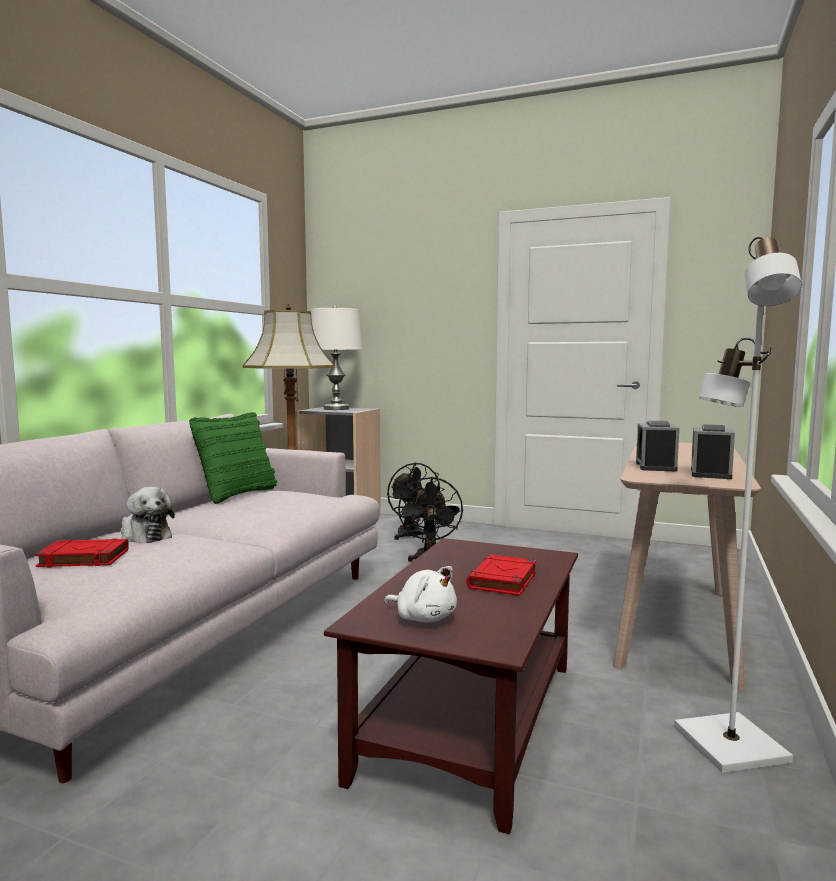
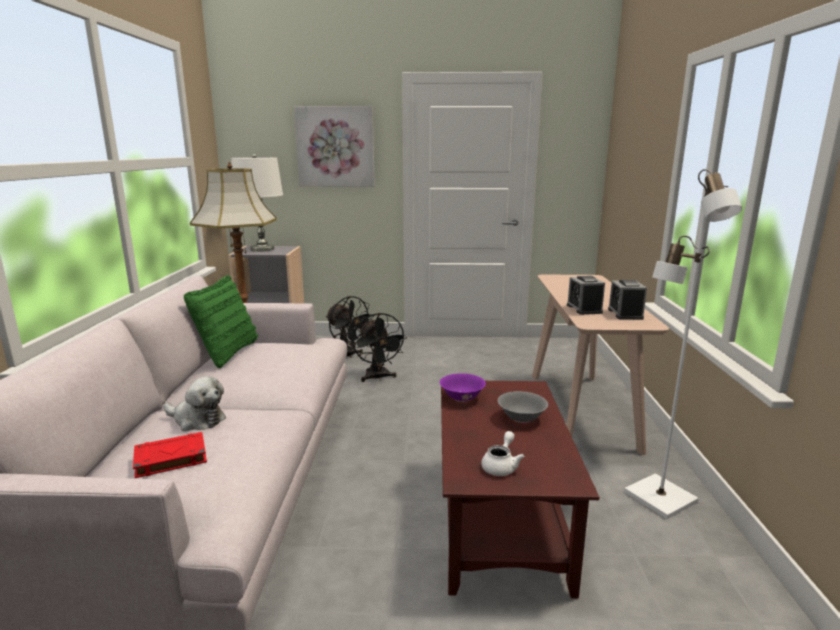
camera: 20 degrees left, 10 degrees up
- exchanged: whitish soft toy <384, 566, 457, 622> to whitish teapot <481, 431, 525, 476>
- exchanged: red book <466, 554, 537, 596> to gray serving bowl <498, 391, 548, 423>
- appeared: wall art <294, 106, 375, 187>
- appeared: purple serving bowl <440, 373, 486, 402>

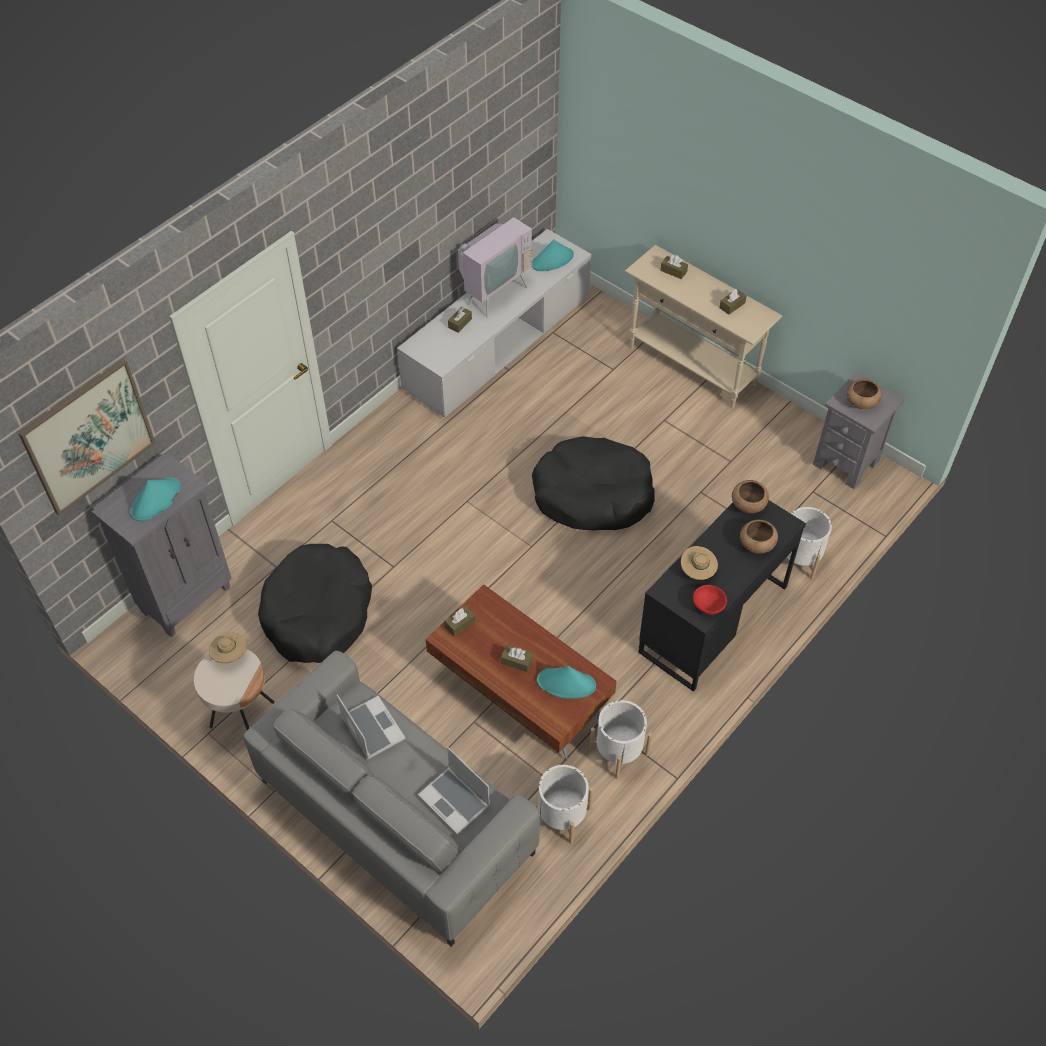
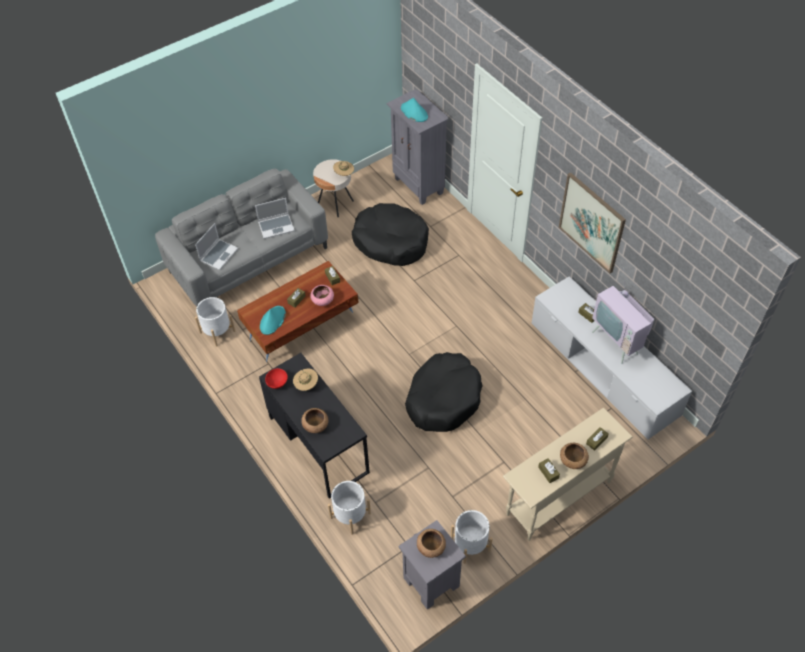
camera: 105 degrees right, 0 degrees up
- relocated: wall art <18, 359, 155, 516> to <559, 172, 626, 274>
- spun: laptop <418, 747, 490, 835> = <195, 223, 238, 270> 150 degrees clockwise
- missing: blue-green hat <532, 239, 574, 271>
- relocated: whitish planter <589, 700, 652, 779> to <451, 510, 493, 564>
- relocated: brown-coloured serving bowl <732, 480, 769, 513> to <560, 443, 589, 469>
- appeared: pink serving bowl <310, 285, 334, 306>

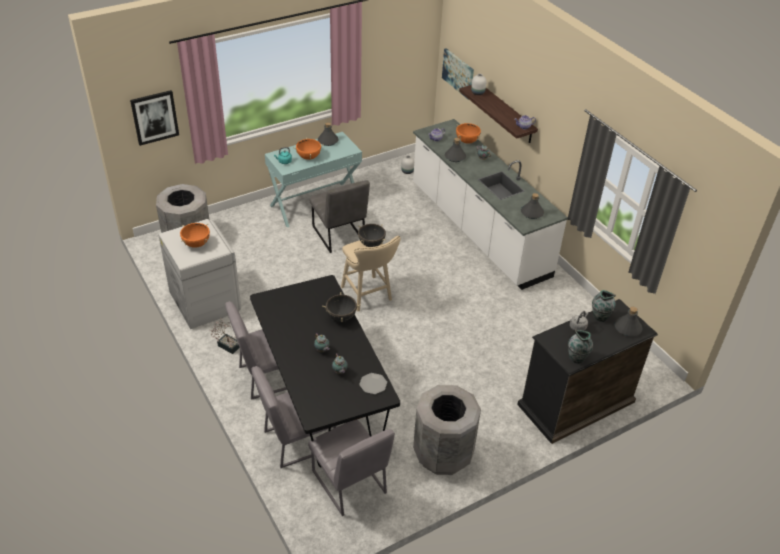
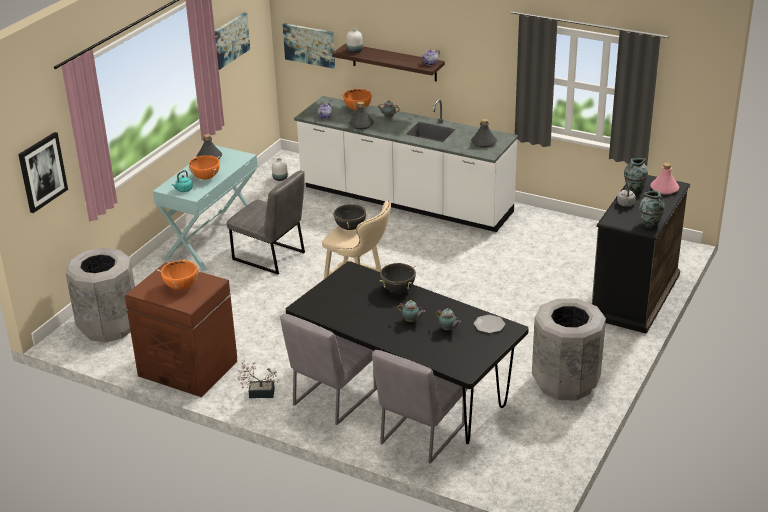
camera: 30 degrees left, 10 degrees down
- colour: whitish laundry appliance <158, 219, 241, 329> to brown-coloured laundry appliance <125, 263, 237, 397>
- missing: gray plain chair <308, 420, 395, 516>
- colour: gray drink bottle <614, 307, 642, 336> to pink drink bottle <650, 163, 679, 194>
- appeared: wall art <215, 13, 250, 70>

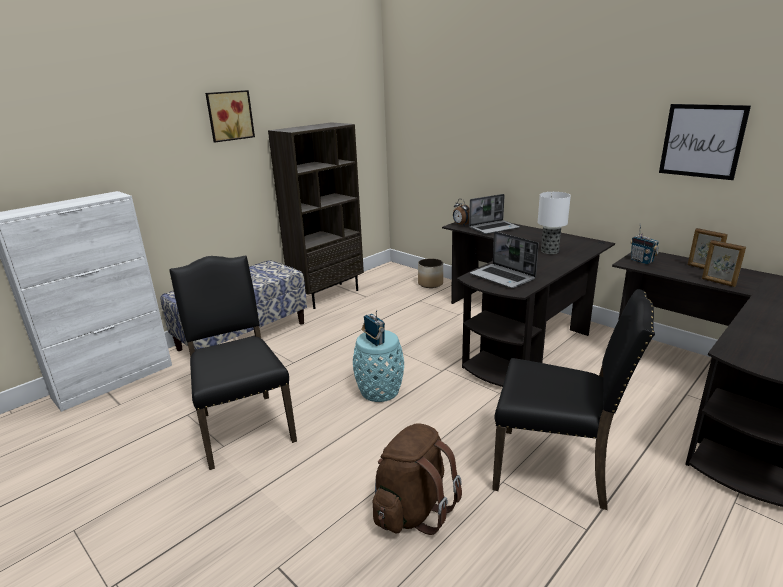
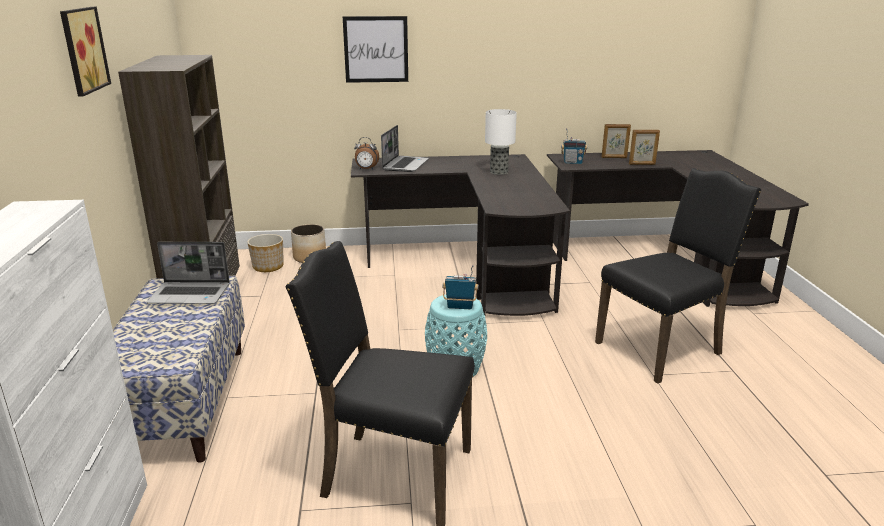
camera: 50 degrees left, 0 degrees up
- missing: brown-coloured backpack <373, 423, 462, 535>
- relocated: laptop <470, 231, 539, 288> to <147, 242, 230, 304>
- relocated: wall art <659, 104, 751, 180> to <343, 16, 408, 83>
- appeared: planter <247, 234, 284, 272>

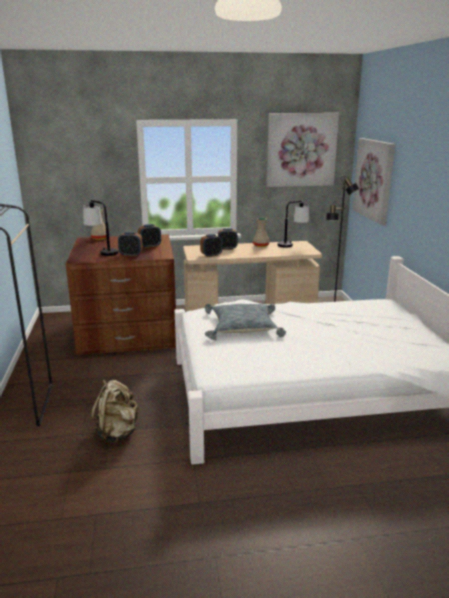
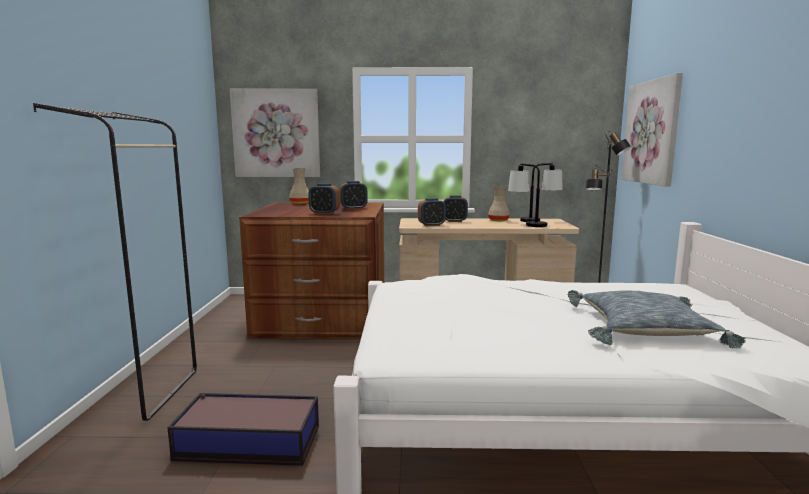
camera: 10 degrees right, 10 degrees down
- relocated: table lamp <83, 200, 118, 256> to <508, 163, 547, 227>
- exchanged: beige-coloured backpack <91, 379, 140, 443> to storage box <167, 393, 319, 466>
- relocated: throw pillow <205, 304, 286, 341> to <568, 290, 746, 349>
- relocated: wall art <266, 113, 339, 187> to <230, 89, 320, 177>

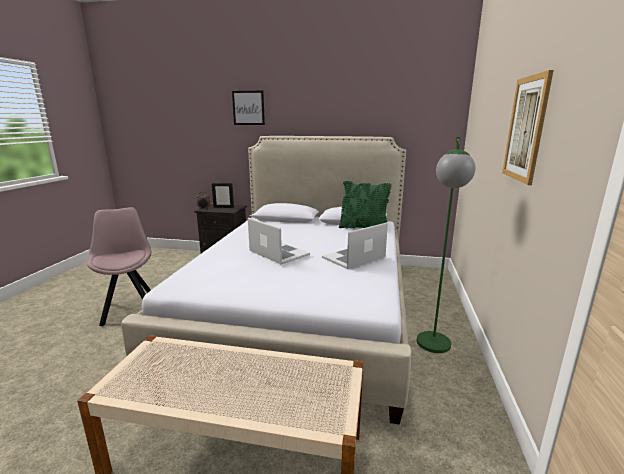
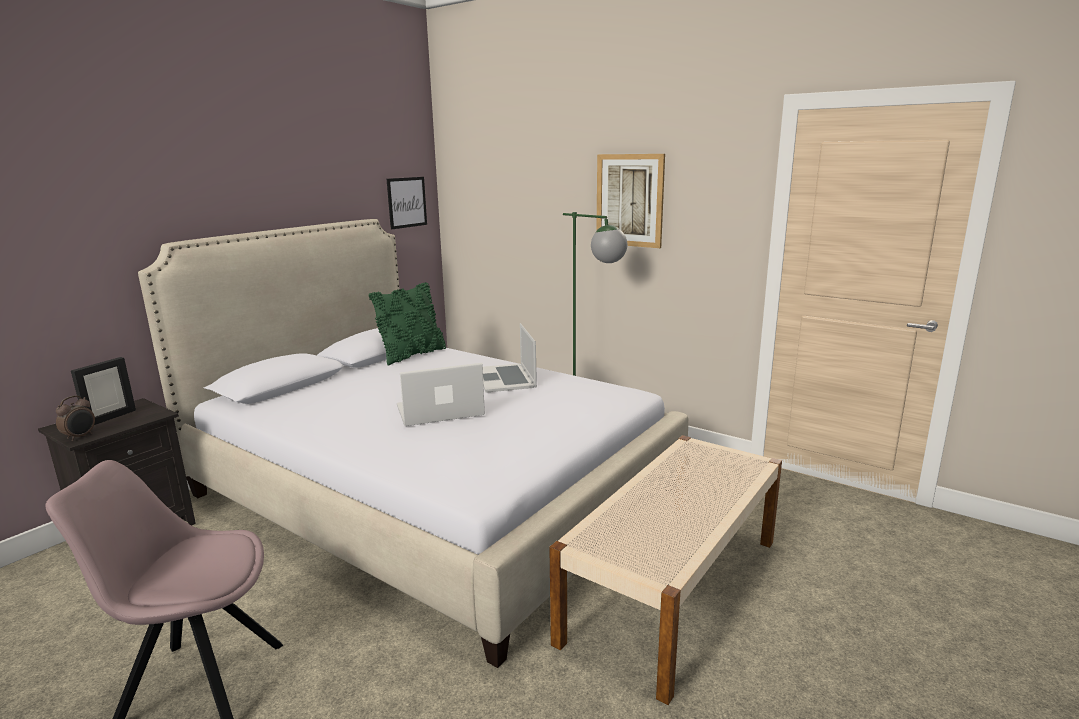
camera: 65 degrees left, 0 degrees up
- relocated: wall art <232, 91, 265, 125> to <387, 177, 427, 229>

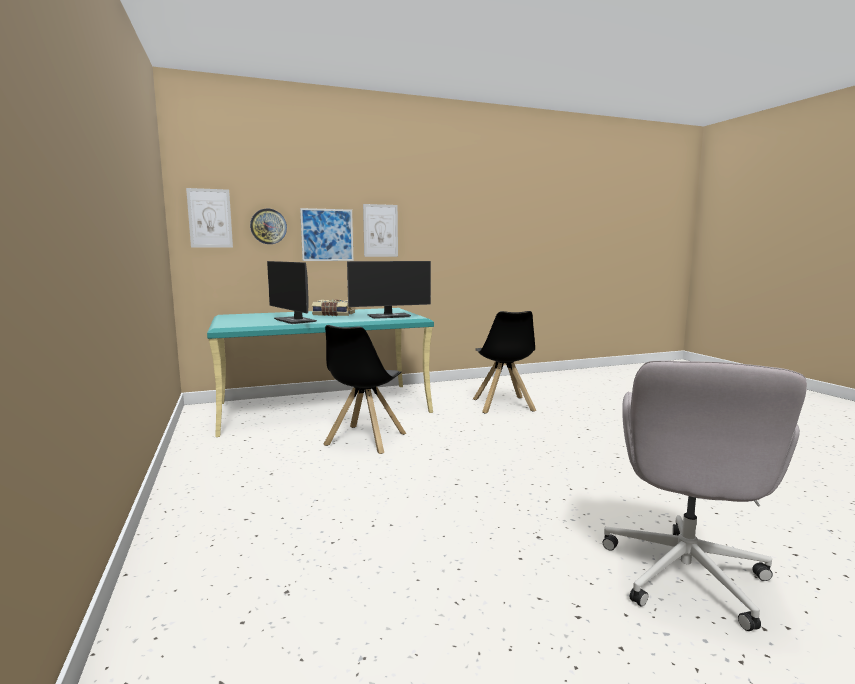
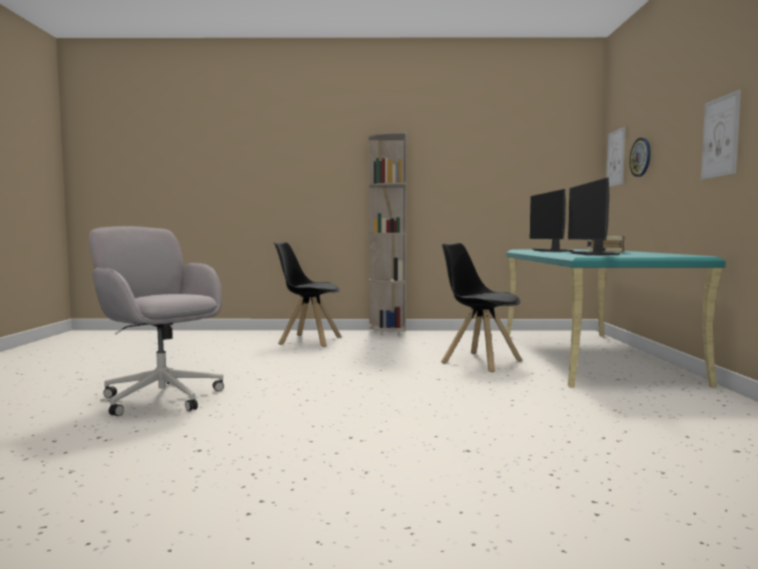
camera: 110 degrees right, 5 degrees down
- spun: monitor <267, 261, 317, 324> = <530, 189, 574, 252> 75 degrees counterclockwise
- missing: wall art <300, 208, 353, 261>
- relocated: black-coloured plain chair <473, 311, 536, 413> to <274, 242, 342, 347>
- appeared: beige-coloured bookshelf <369, 132, 407, 336>

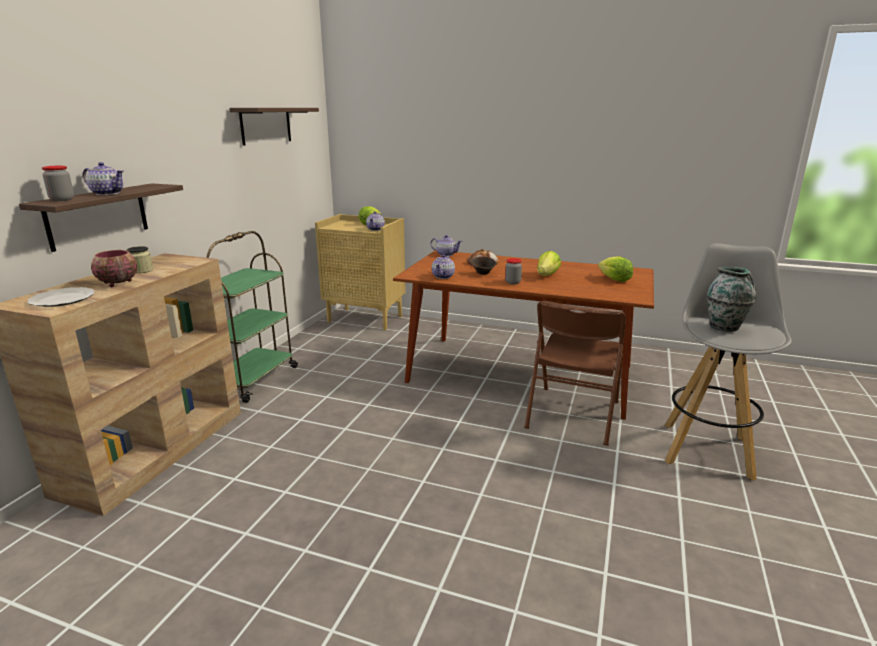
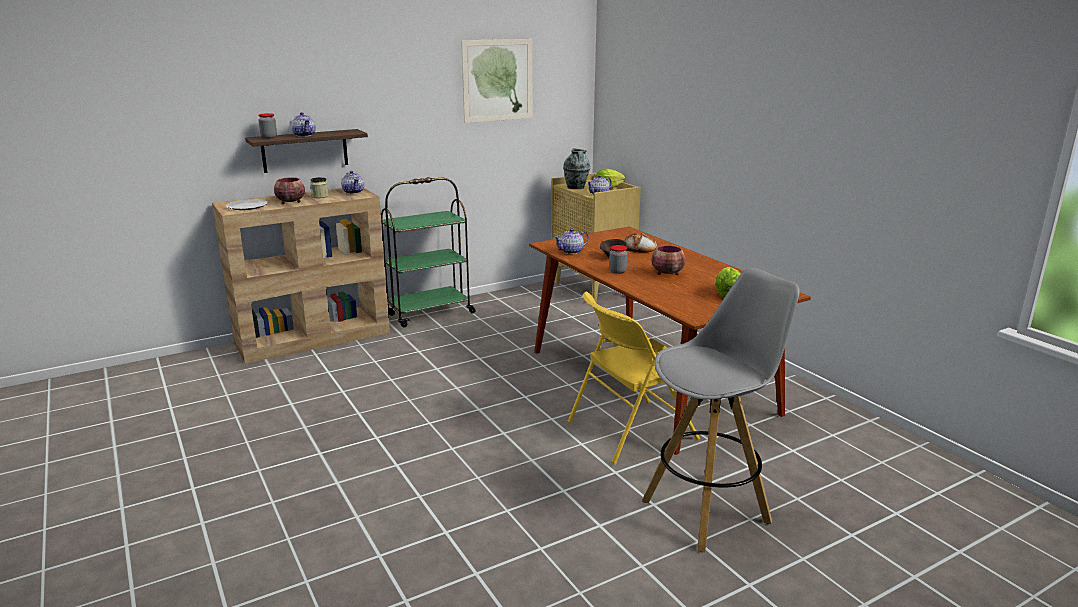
camera: 40 degrees right, 0 degrees up
- exchanged: shelf <229, 108, 319, 146> to wall art <461, 39, 533, 123>
- relocated: teapot <430, 235, 462, 256> to <341, 171, 364, 194>
- colour: brown-coloured plain chair <524, 301, 626, 446> to yellow plain chair <568, 291, 700, 465>
- exchanged: head of lettuce <537, 251, 561, 276> to serving bowl <652, 245, 686, 275>
- relocated: decorative vase <707, 267, 756, 332> to <563, 148, 590, 189>

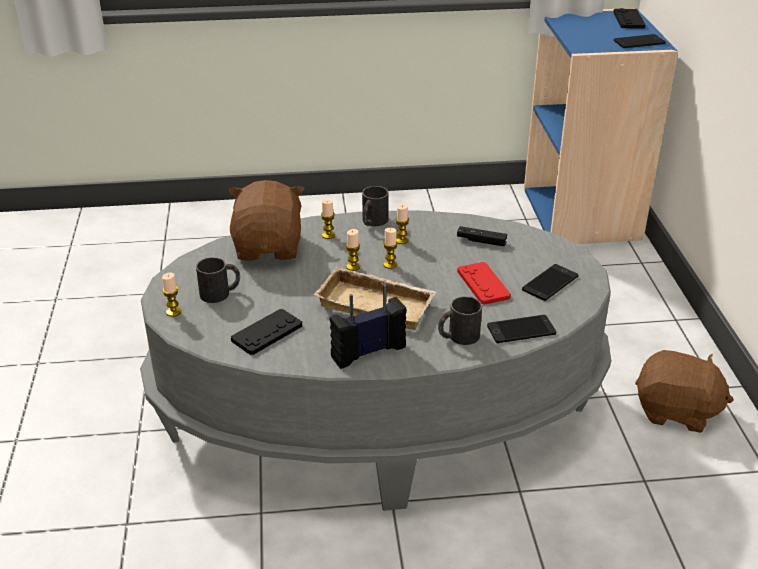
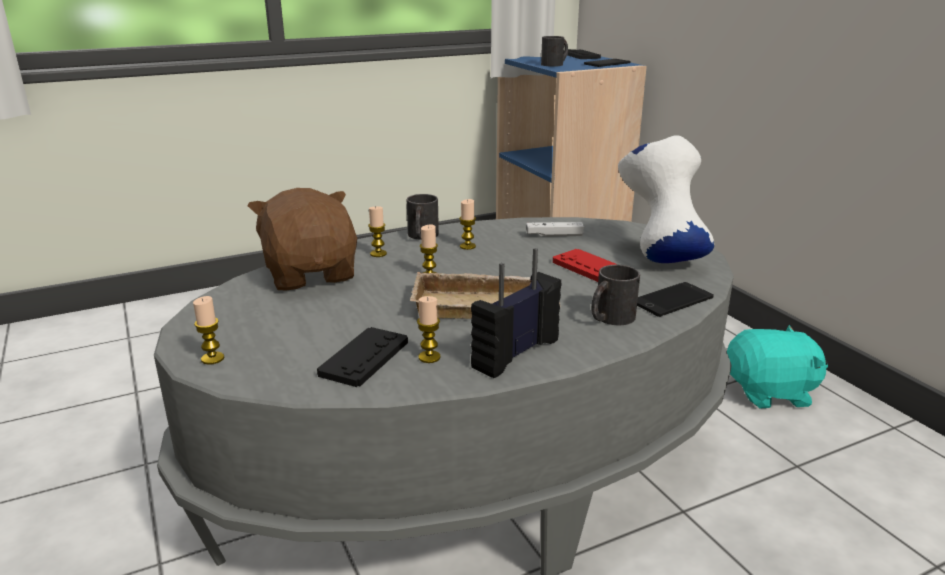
camera: 20 degrees left, 10 degrees down
- relocated: black-coloured mug <196, 257, 240, 303> to <541, 36, 568, 67>
- relocated: wax light <383, 228, 398, 269> to <417, 296, 441, 363>
- colour: black-coloured joypad <457, 226, 507, 246> to whitish joypad <526, 222, 584, 237>
- exchanged: phone <522, 264, 579, 301> to whitish decorative vase <618, 135, 714, 263>
- colour: brown-coloured soft toy <635, 350, 734, 433> to blue-green soft toy <727, 325, 828, 408>

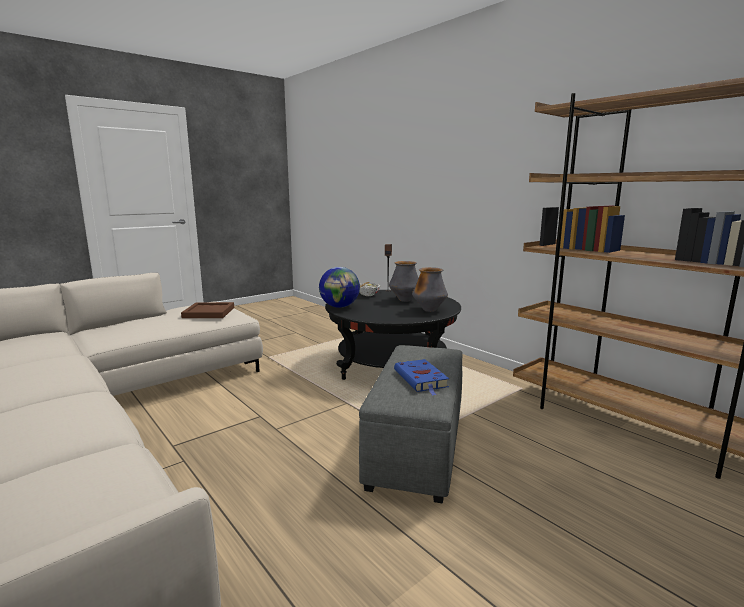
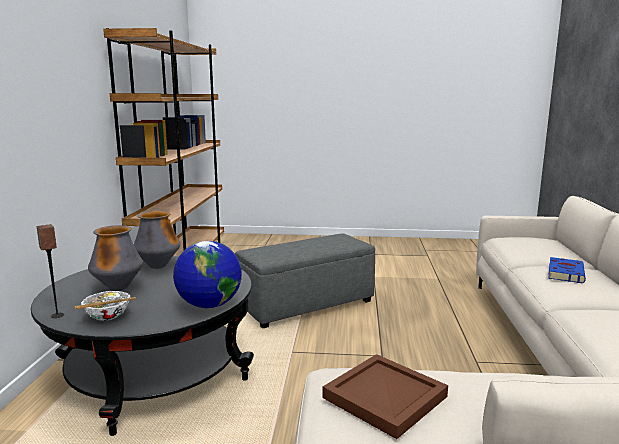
camera: 135 degrees left, 0 degrees up
- relocated: bluish book <394, 359, 449, 395> to <548, 257, 586, 283>

